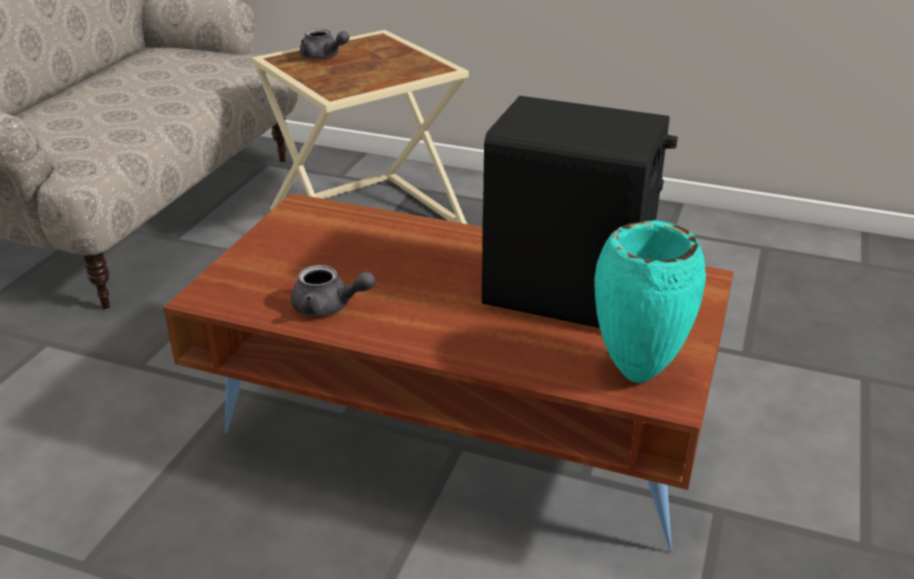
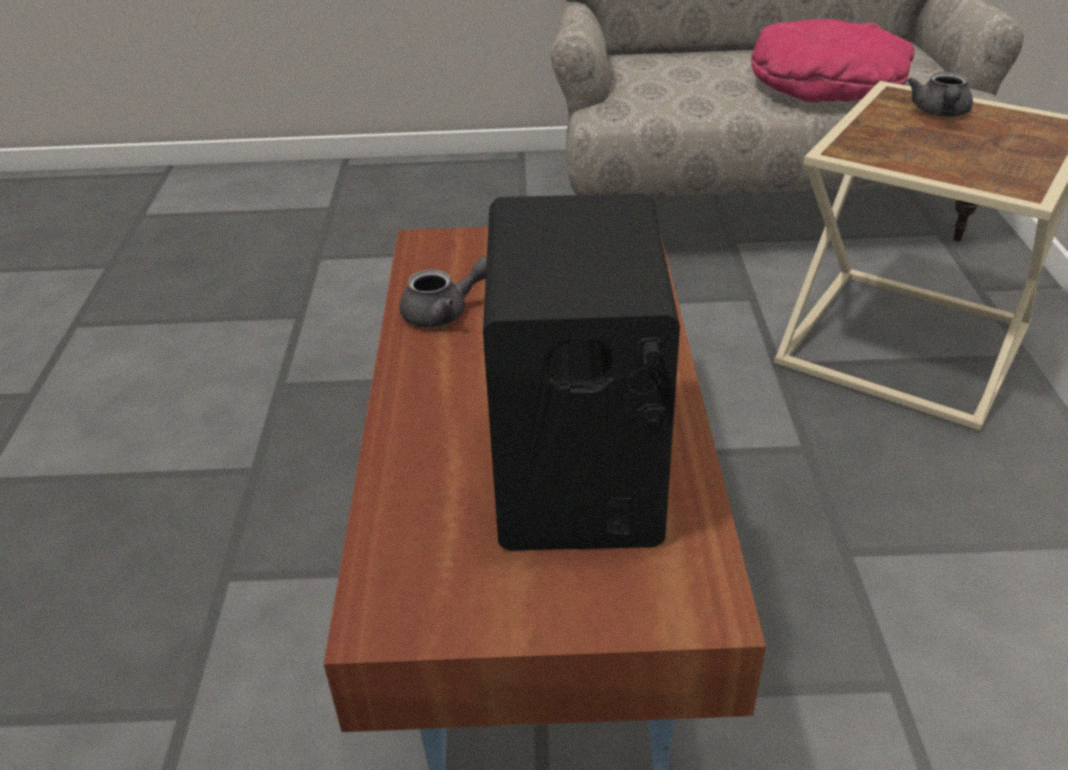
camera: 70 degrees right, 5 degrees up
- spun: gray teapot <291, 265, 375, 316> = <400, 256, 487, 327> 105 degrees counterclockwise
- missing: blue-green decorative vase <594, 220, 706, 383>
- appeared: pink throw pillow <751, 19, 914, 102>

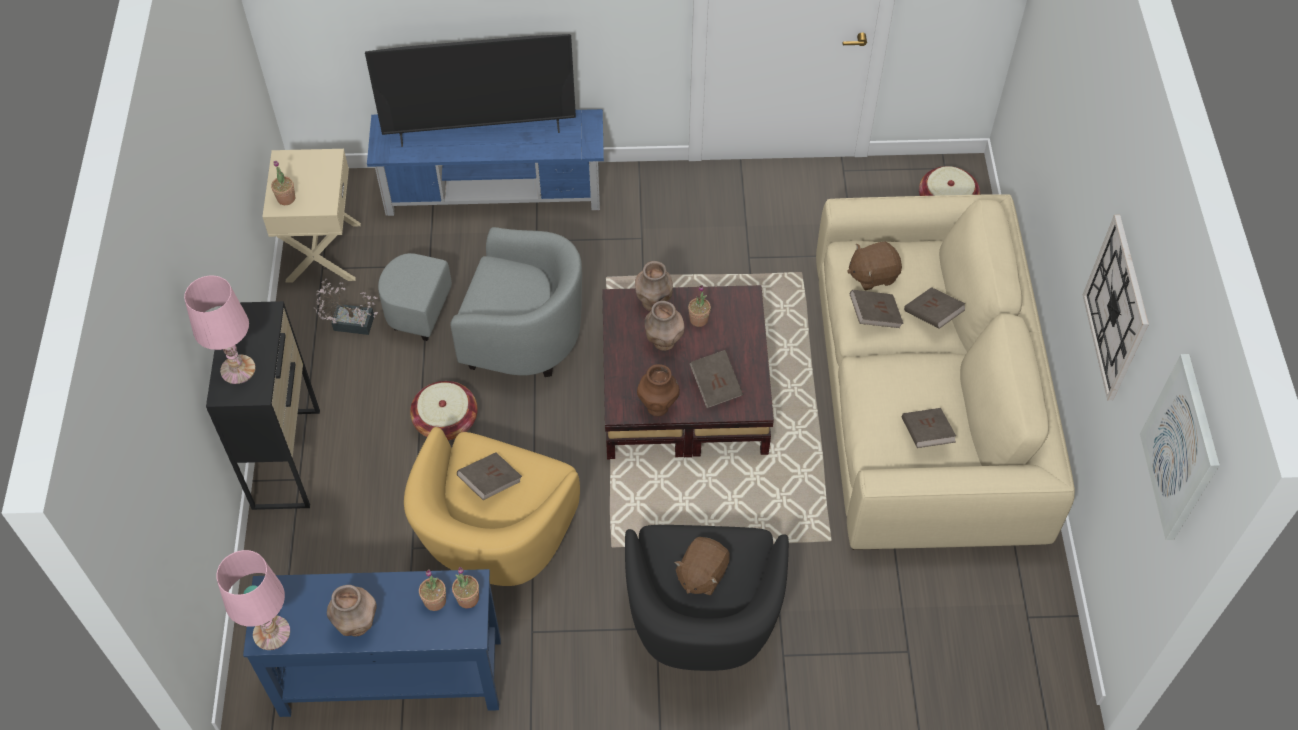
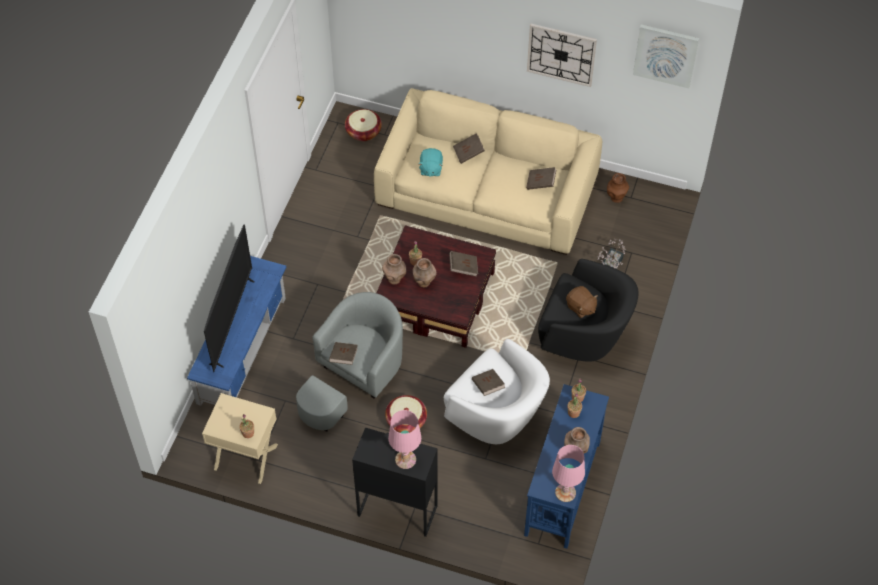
camera: 70 degrees left, 0 degrees up
- relocated: potted plant <314, 279, 378, 335> to <597, 239, 625, 269>
- colour: yellow lounge chair <404, 427, 580, 586> to whitish lounge chair <444, 339, 550, 444>
- relocated: brown-coloured decorative vase <637, 364, 680, 416> to <607, 173, 629, 203>
- colour: brown-coloured soft toy <847, 242, 902, 290> to blue-green soft toy <418, 148, 443, 177>
- relocated: brown-coloured book <850, 290, 904, 328> to <329, 342, 358, 365>

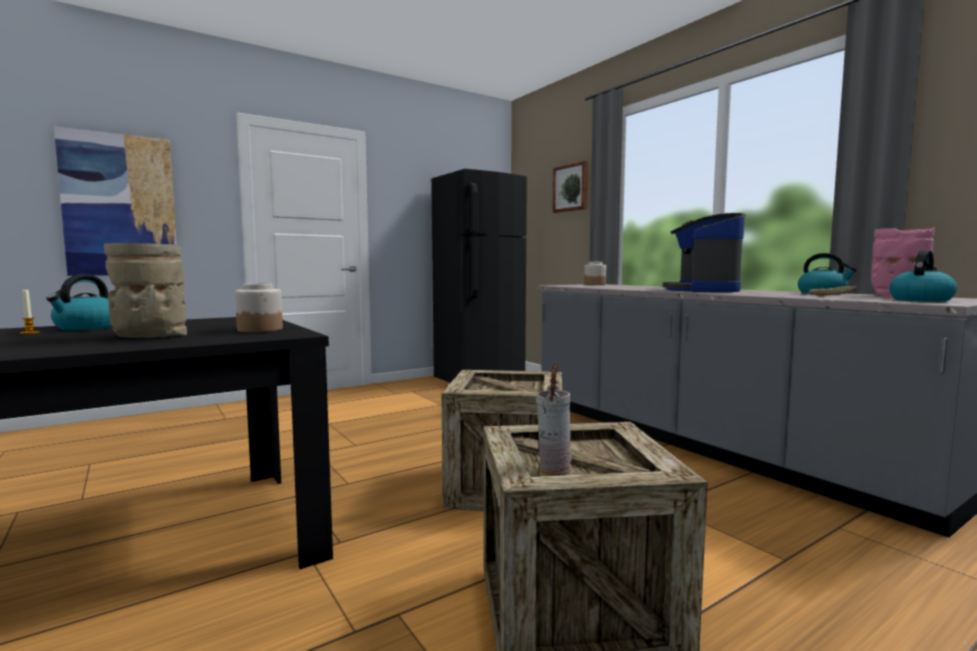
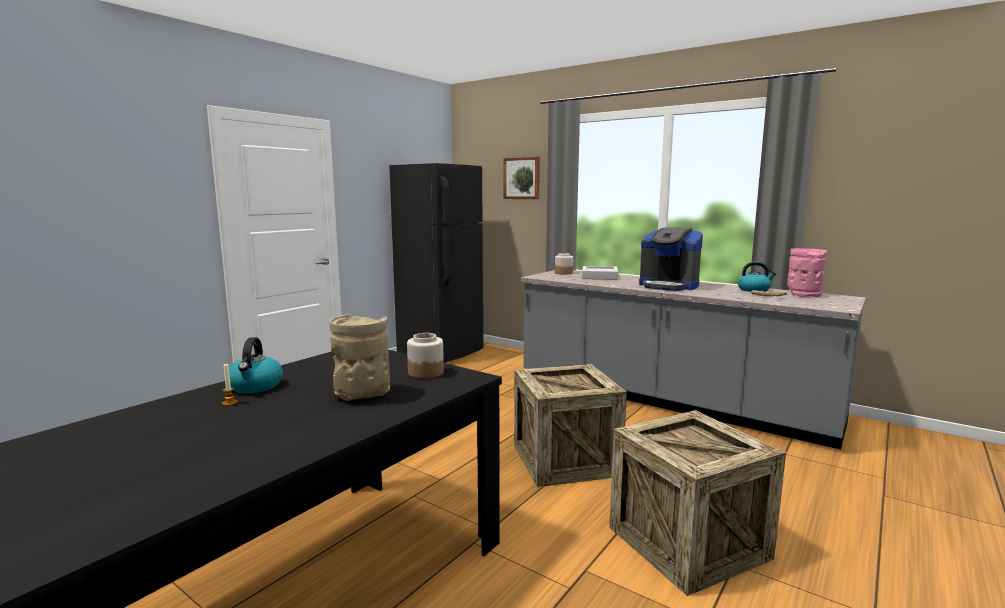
camera: 20 degrees left, 5 degrees up
- missing: wall art <54, 127, 177, 276>
- missing: decorative vase <536, 364, 572, 476>
- spun: coffee machine <663, 213, 745, 292> = <639, 227, 703, 291> 45 degrees counterclockwise
- missing: kettle <889, 250, 957, 302>
- appeared: gray serving tray <582, 266, 618, 280>

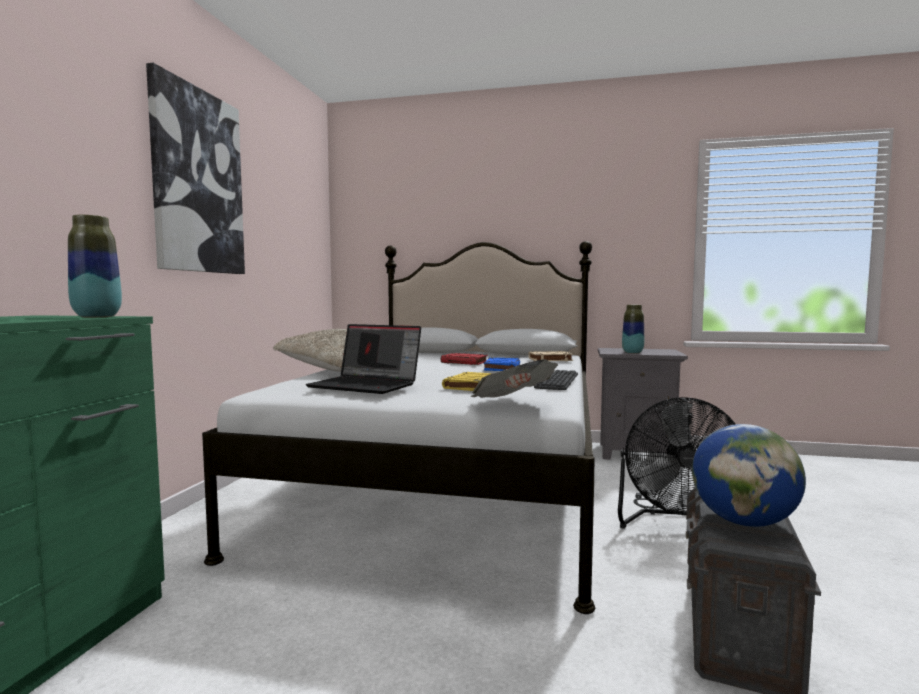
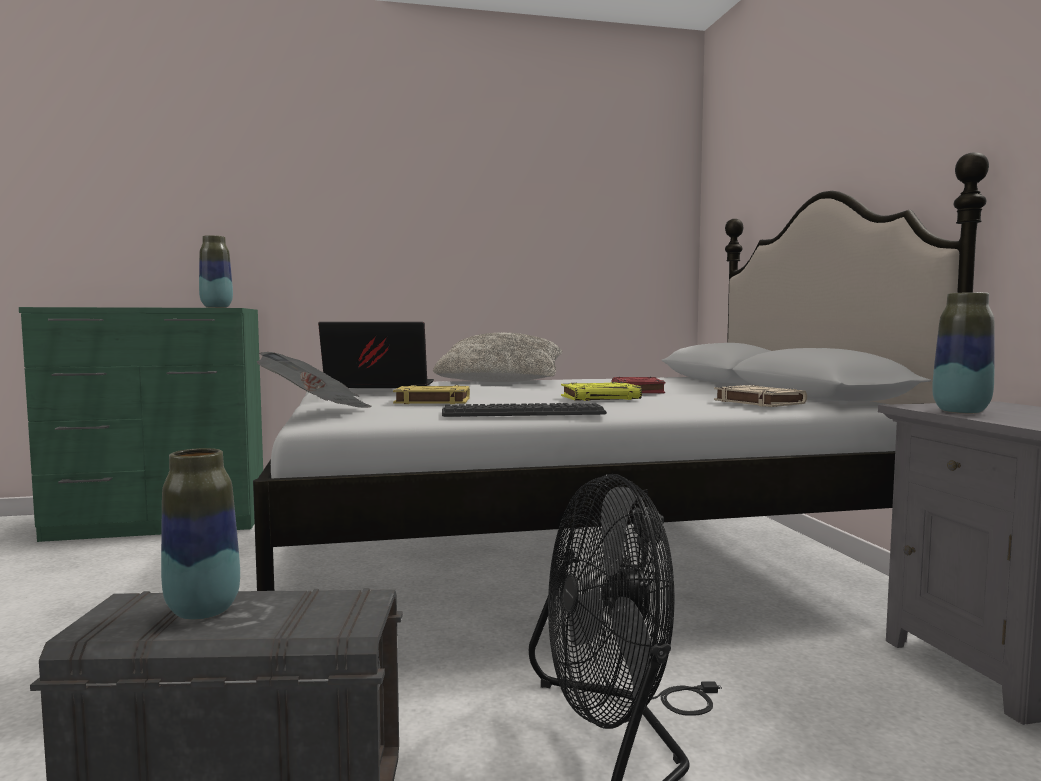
camera: 65 degrees right, 0 degrees up
- missing: wall art <146, 63, 245, 274>
- spun: laptop <306, 324, 421, 394> = <318, 322, 434, 388> 90 degrees clockwise
- colour: bluish book <484, 357, 520, 371> to yellow book <561, 382, 642, 401>
- exchanged: desk globe <692, 424, 806, 527> to decorative vase <161, 448, 240, 620>

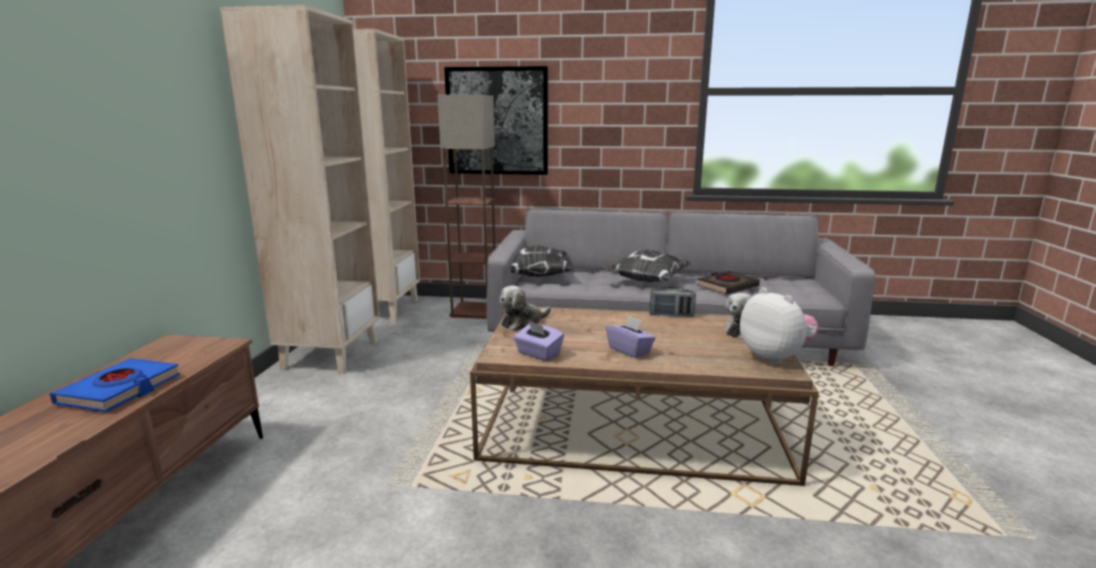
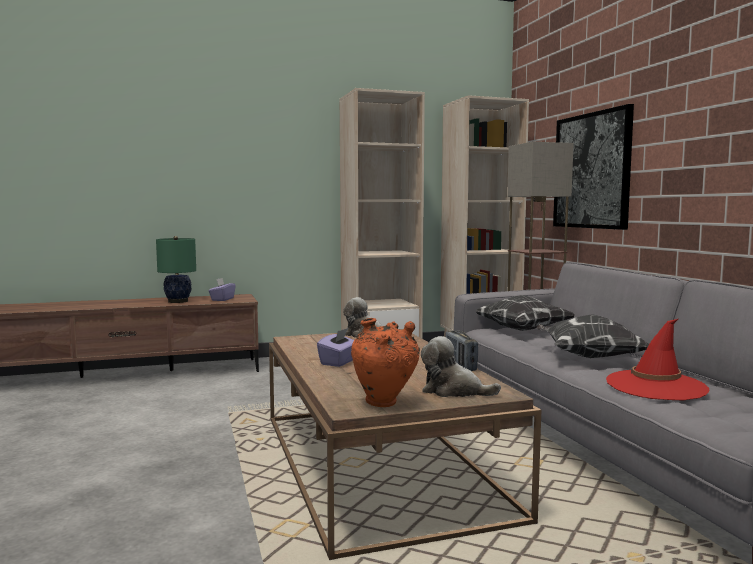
camera: 65 degrees right, 10 degrees down
- exchanged: bluish book <49, 358, 180, 412> to green-coloured table lamp <156, 236, 196, 303>
- relocated: purple tissue box <514, 321, 564, 361> to <208, 278, 236, 301>
- exchanged: black-coloured book <697, 271, 760, 295> to red hat <606, 319, 710, 400>
- exchanged: soft toy <740, 287, 819, 364> to orangey decorative vase <351, 318, 420, 407>

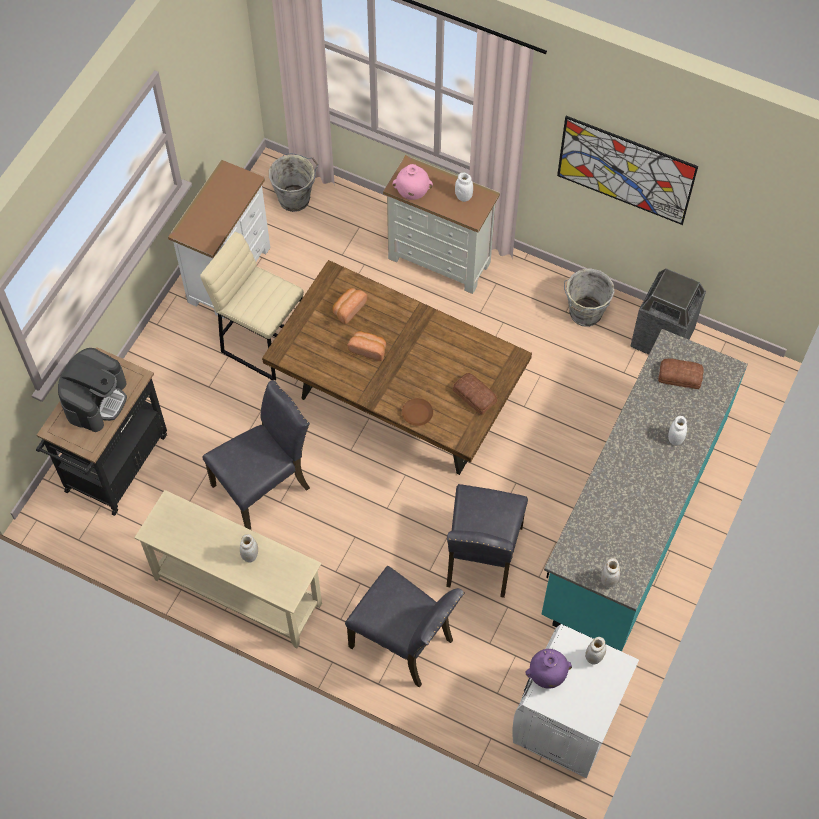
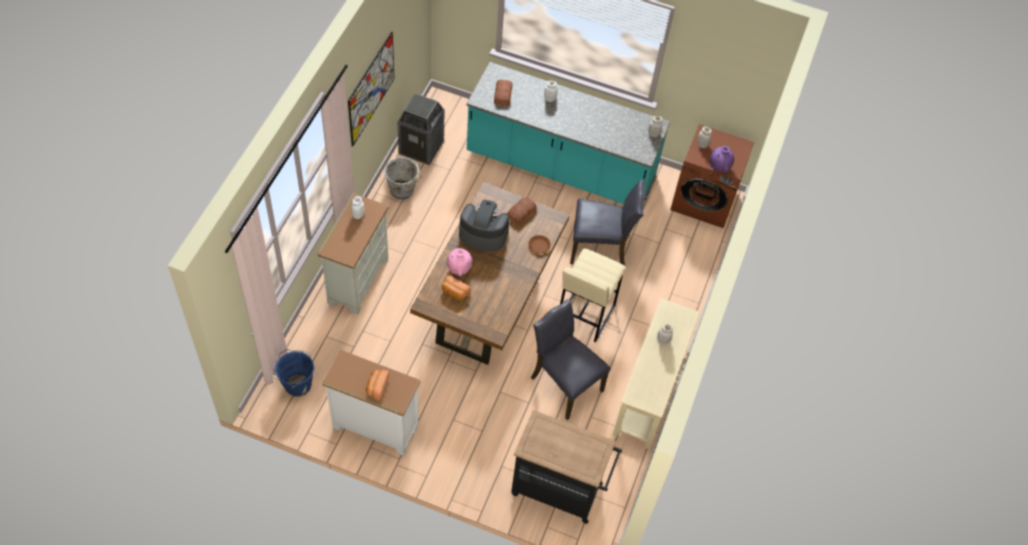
camera: 100 degrees left, 5 degrees down
- relocated: coffee machine <58, 348, 127, 432> to <459, 200, 509, 252>
- relocated: beige-coloured stool seat <200, 232, 304, 381> to <560, 249, 625, 342>
- colour: gray bucket <269, 153, 318, 212> to bluish bucket <274, 349, 315, 397>
- missing: gray plain chair <345, 566, 465, 688>
- relocated: baked bread <347, 331, 386, 361> to <366, 370, 389, 400>
- relocated: pink decorative vase <393, 164, 433, 200> to <447, 248, 472, 276>
- colour: whitish laundry appliance <512, 624, 639, 778> to brown-coloured laundry appliance <670, 124, 754, 228>

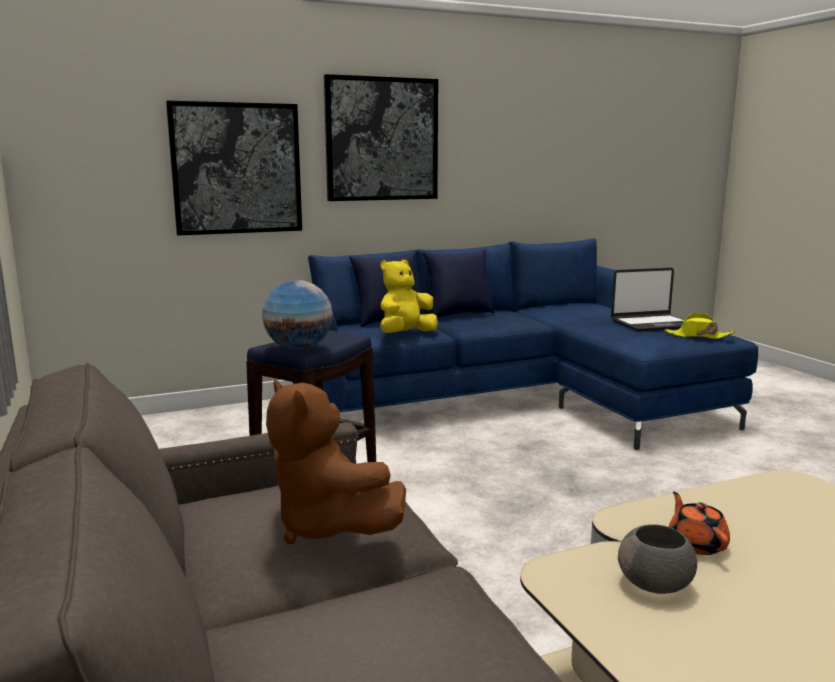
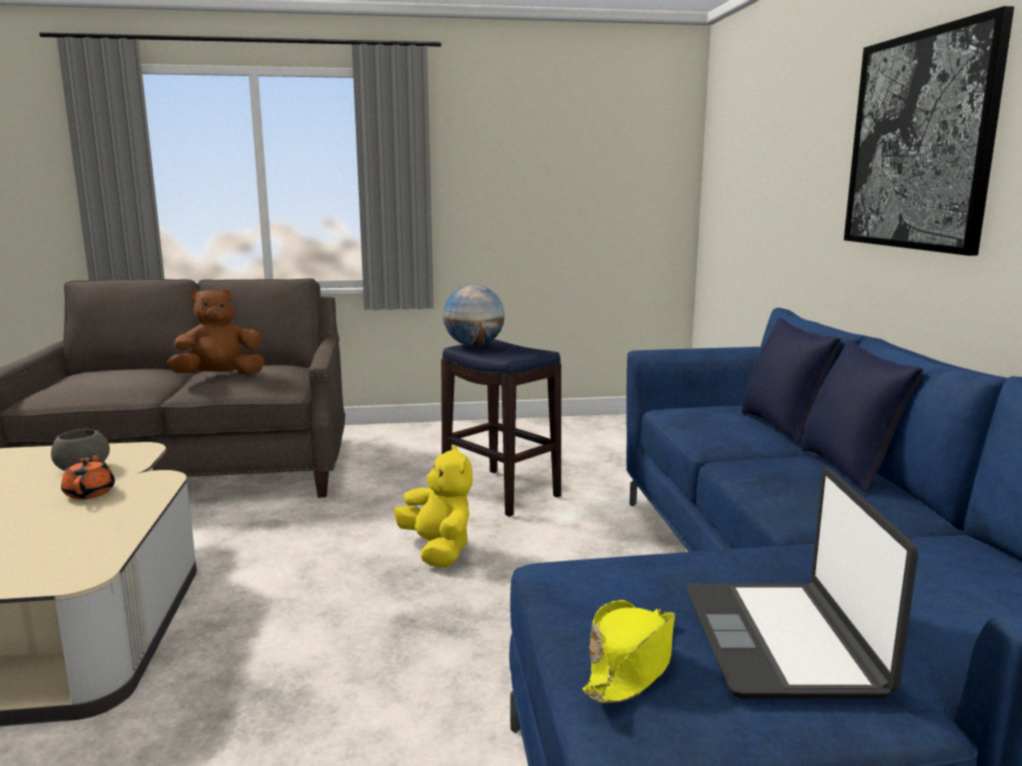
camera: 105 degrees right, 0 degrees up
- missing: wall art <166, 100, 302, 235>
- relocated: yellow soft toy <380, 260, 438, 333> to <394, 445, 473, 567>
- spun: orangey teapot <669, 492, 730, 555> = <61, 453, 115, 499> 105 degrees counterclockwise

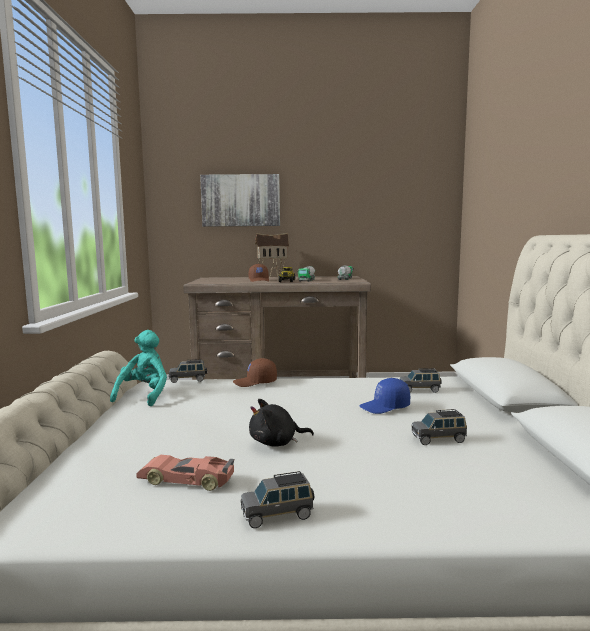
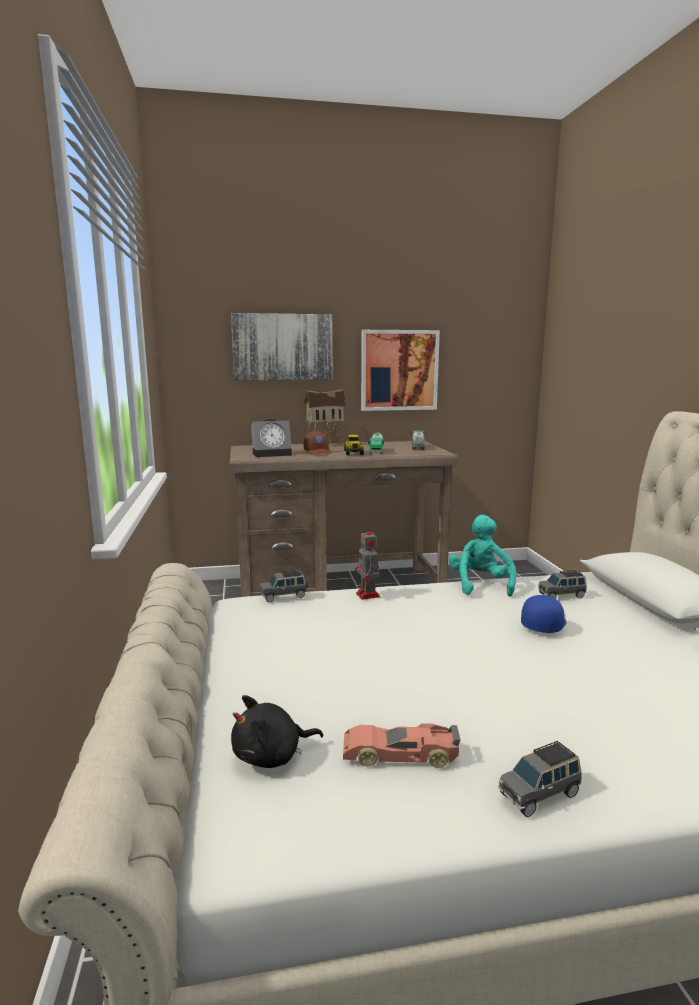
camera: 10 degrees left, 5 degrees up
- relocated: blue-green soft toy <110, 330, 167, 406> to <449, 515, 517, 597>
- exchanged: brown-coloured peaked cap <233, 358, 277, 387> to toy robot <355, 525, 380, 600>
- relocated: black-coloured soft toy <249, 399, 314, 447> to <231, 695, 323, 768>
- spun: bluish peaked cap <359, 378, 410, 414> = <521, 595, 566, 633> 150 degrees clockwise
- missing: gray toy car <411, 409, 467, 445>
- appeared: table clock <251, 419, 292, 457>
- appeared: wall art <361, 330, 440, 411>

